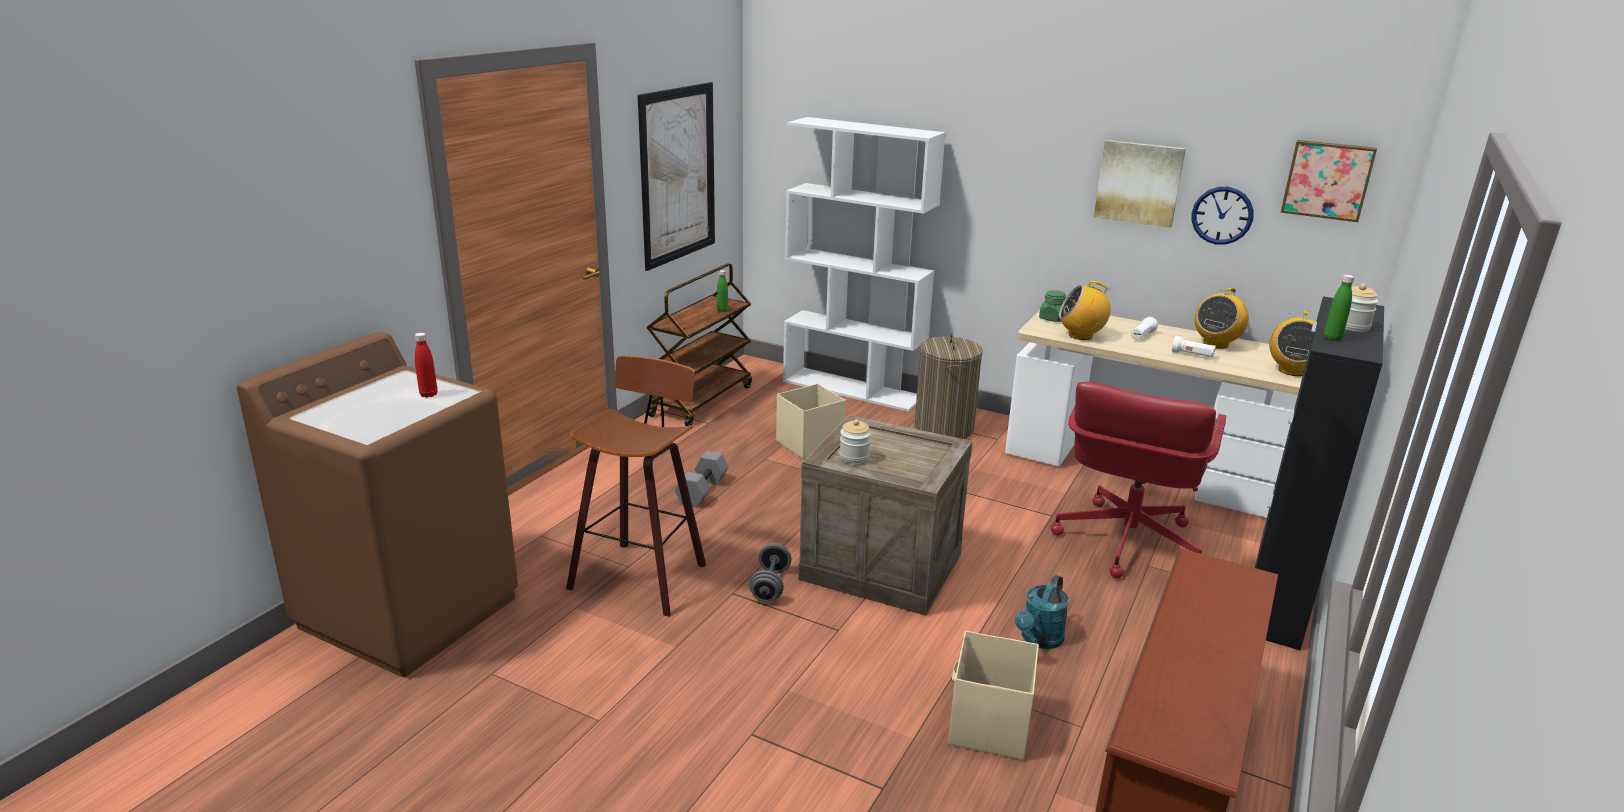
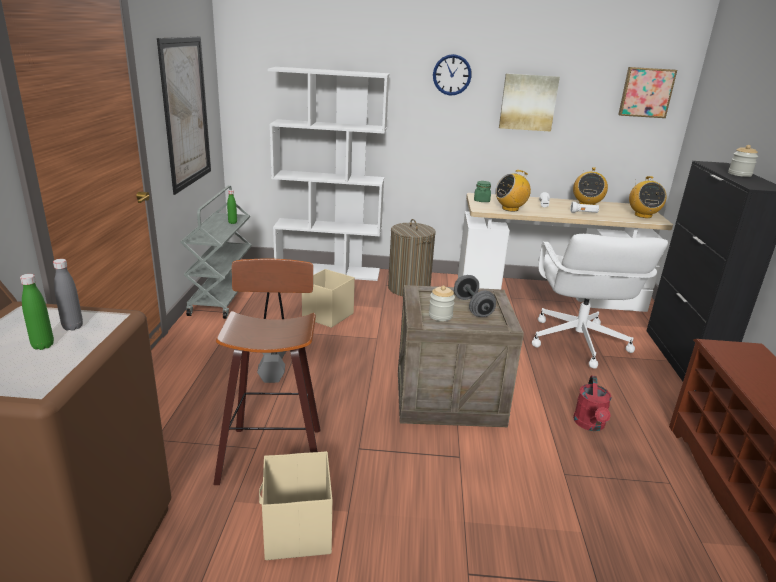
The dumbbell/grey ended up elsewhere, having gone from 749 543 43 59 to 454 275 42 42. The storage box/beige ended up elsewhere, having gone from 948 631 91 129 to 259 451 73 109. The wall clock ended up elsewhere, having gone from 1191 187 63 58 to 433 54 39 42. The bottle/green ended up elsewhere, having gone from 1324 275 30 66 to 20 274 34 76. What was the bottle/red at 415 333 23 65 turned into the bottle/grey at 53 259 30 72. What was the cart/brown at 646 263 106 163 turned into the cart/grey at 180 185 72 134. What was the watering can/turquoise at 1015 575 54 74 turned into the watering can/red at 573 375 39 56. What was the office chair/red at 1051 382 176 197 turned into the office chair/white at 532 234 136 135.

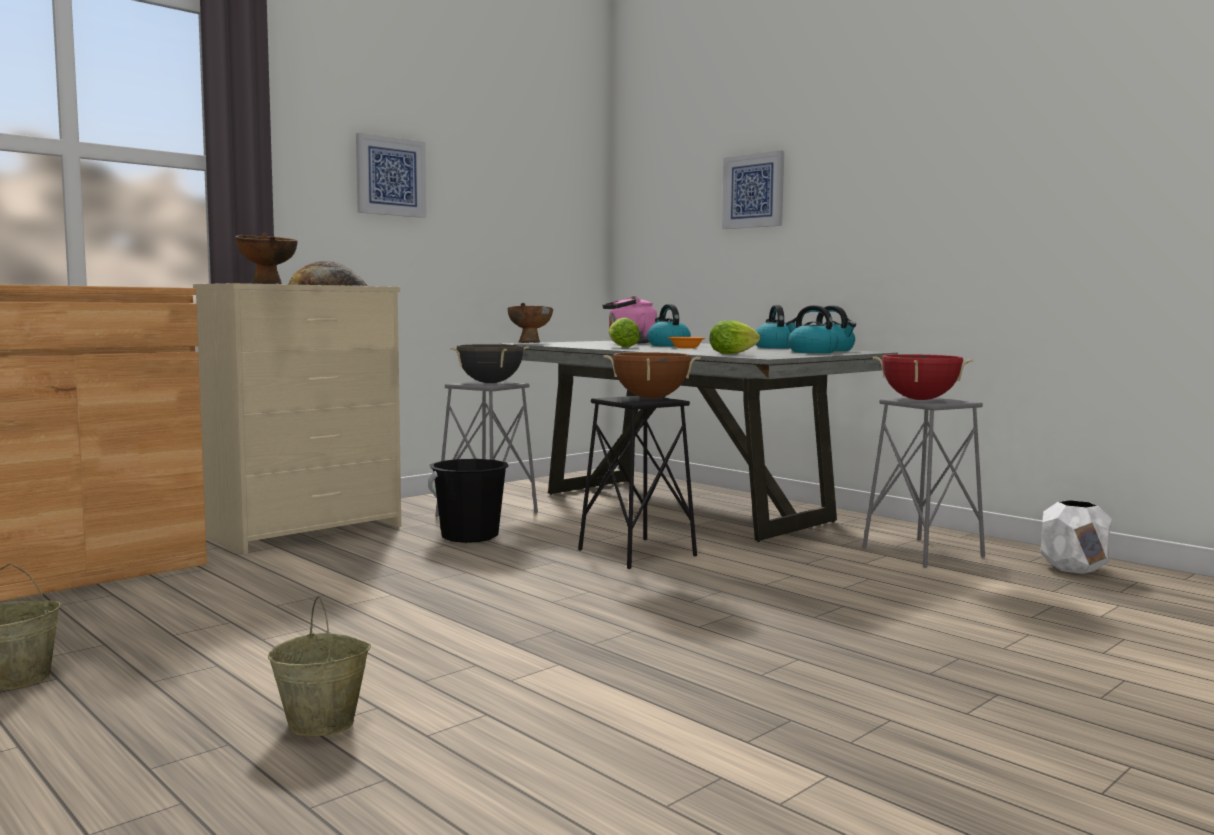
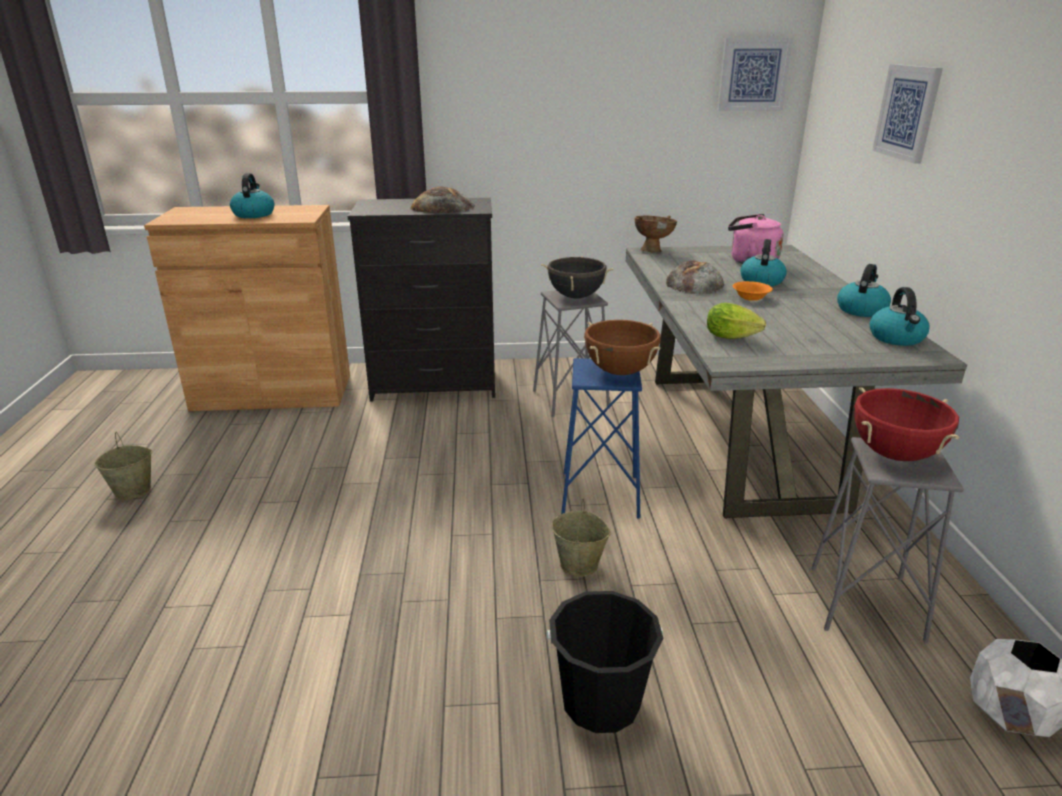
The second view lost the bowl/brown at 235 233 63 51. The bucket/beige ended up elsewhere, having gone from 268 595 103 142 to 552 498 59 79. The picture ended up elsewhere, having gone from 356 133 70 85 to 717 38 76 73. The bucket/black ended up elsewhere, having gone from 428 459 81 84 to 547 591 117 142. The kettle ended up elsewhere, having gone from 786 305 53 48 to 230 173 44 45. Where the lettuce stood at 609 318 31 30, the bread came to stand at 666 261 58 33. What was the dresser/beige at 193 283 208 271 turned into the dresser/black at 348 198 147 204. What was the stool/black at 578 396 119 173 turned into the stool/blue at 561 358 81 161.

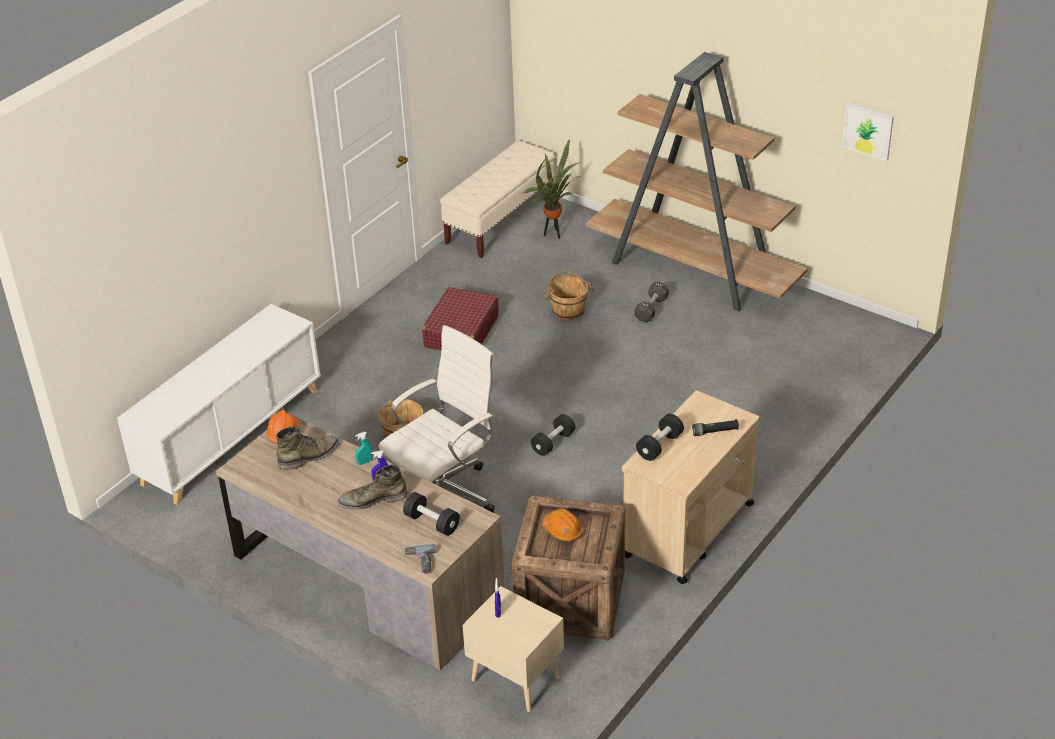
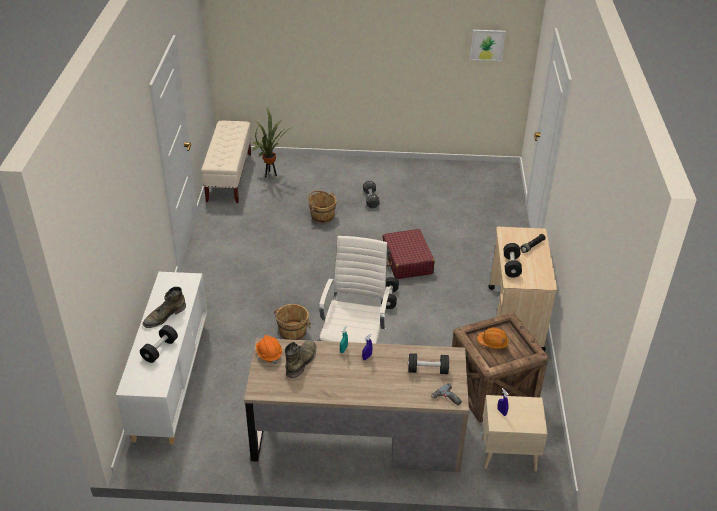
The second view lost the bookcase/brown at 586 52 222 260. The second view gained the dumbbell/black at 140 325 38 38. The boot/green ended up elsewhere, having gone from 338 465 70 45 to 143 287 43 41. The suitcase/red ended up elsewhere, having gone from 422 287 77 63 to 383 229 52 50.

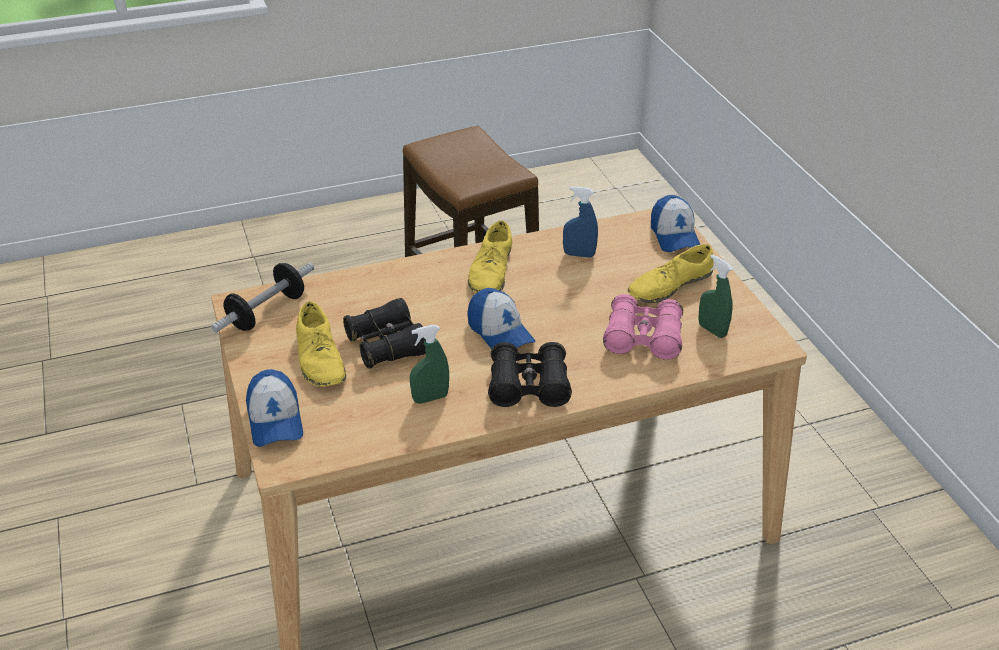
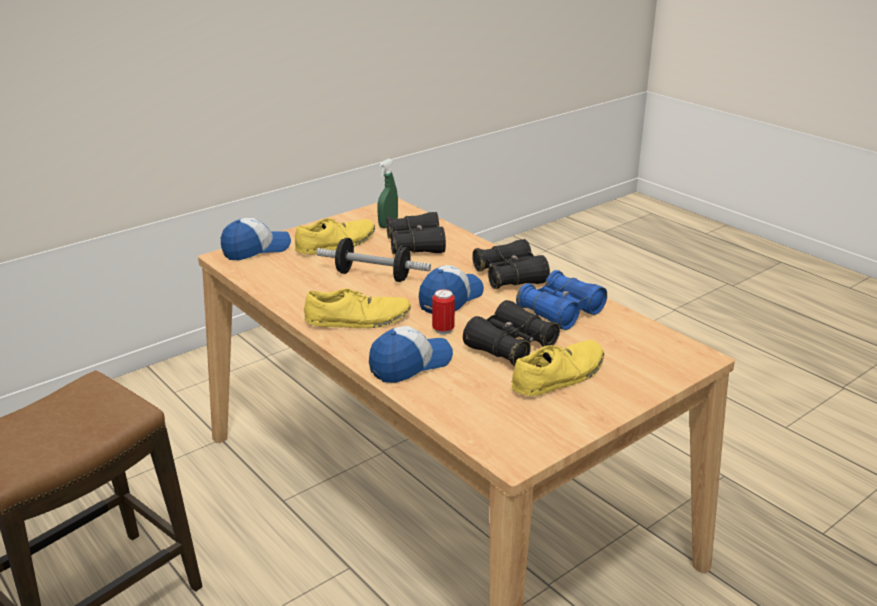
The second view lost the spray bottle/blue at 563 186 35 72. The second view gained the can at 432 289 23 45. The dumbbell ended up elsewhere, having gone from 211 263 103 70 to 317 238 114 44. The cap ended up elsewhere, having gone from 246 369 57 78 to 369 326 84 57. Where the spray bottle/green stood at 410 325 39 79, the binoculars/blue came to stand at 516 270 91 60. What was the binoculars/pink at 603 294 80 66 turned into the binoculars/black at 386 212 60 43. The shoe/yellow at 628 244 86 59 ended up facing another way, 75 degrees counterclockwise from before.

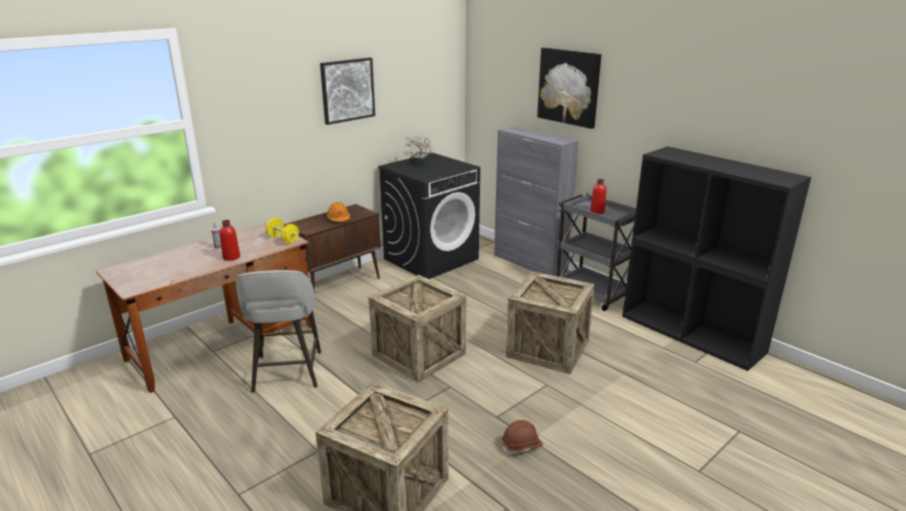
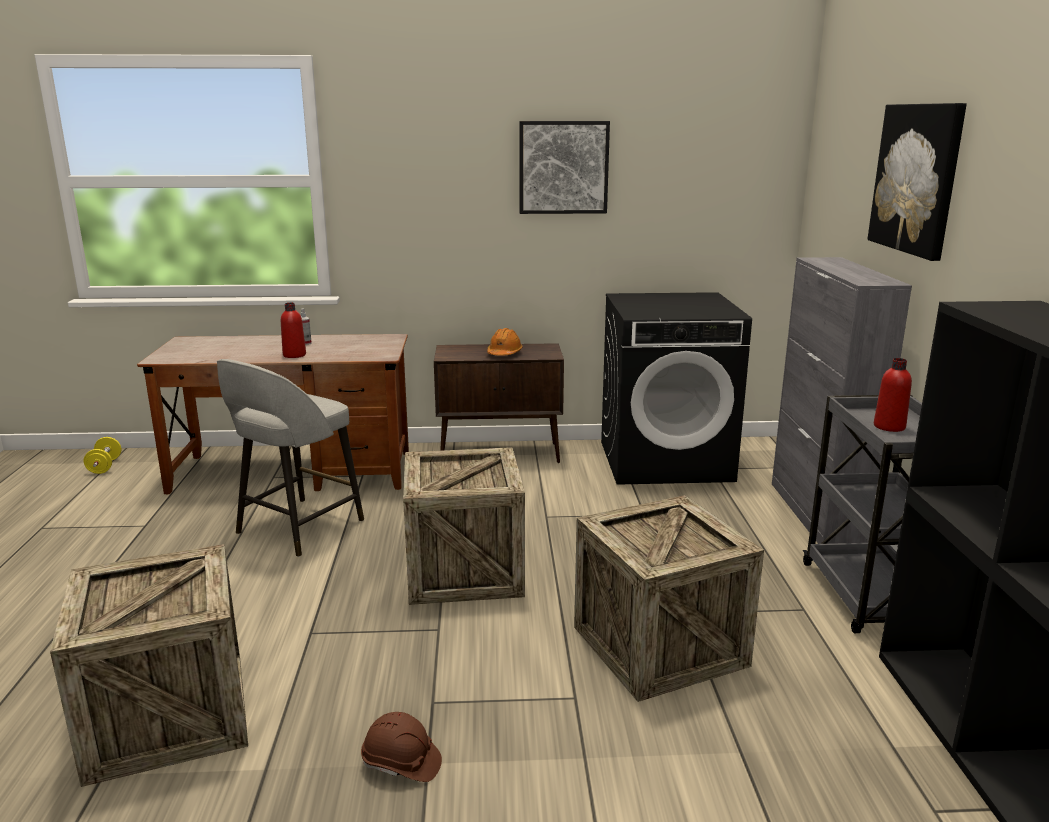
The second view lost the potted plant at 405 136 27 30. The dumbbell/yellow ended up elsewhere, having gone from 266 218 33 26 to 84 437 37 37.

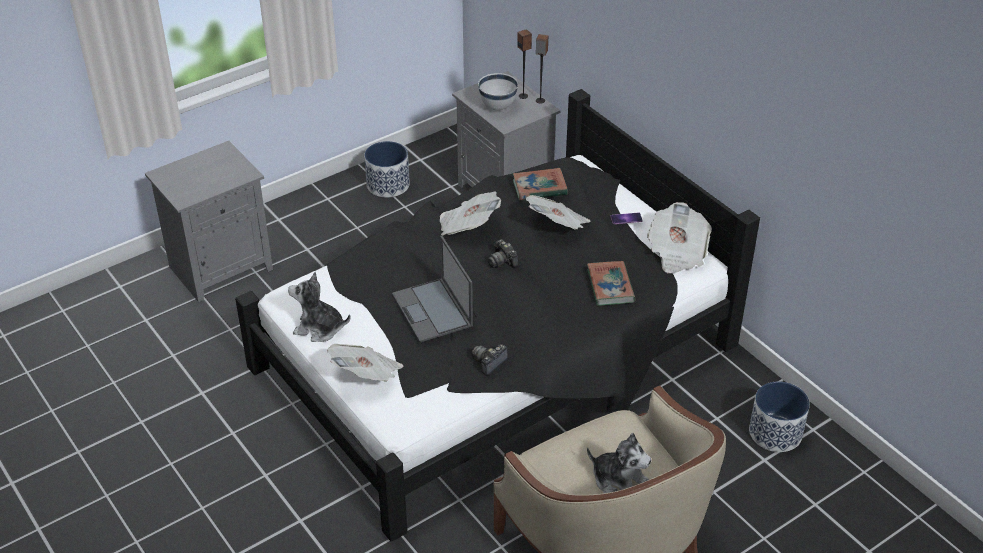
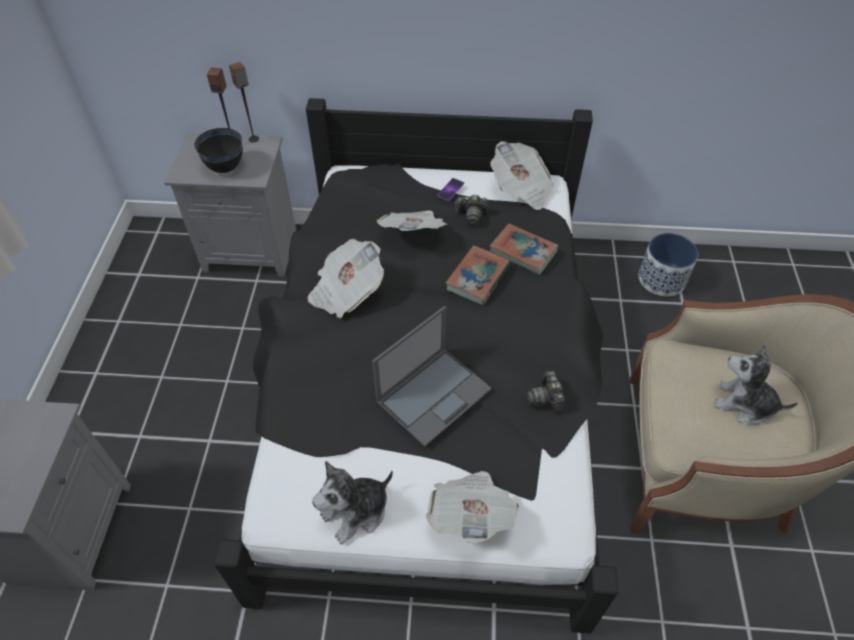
The second view lost the planter at 364 141 46 56. The photo camera ended up elsewhere, having gone from 488 239 30 29 to 455 195 33 31. The book ended up elsewhere, having gone from 513 168 55 32 to 445 245 66 60. What was the bowl/white at 478 73 40 38 turned into the bowl/black at 194 128 49 45. The laptop at 392 236 81 106 ended up facing another way, 60 degrees counterclockwise from before. The plush toy at 587 433 64 60 ended up facing another way, 135 degrees counterclockwise from before.

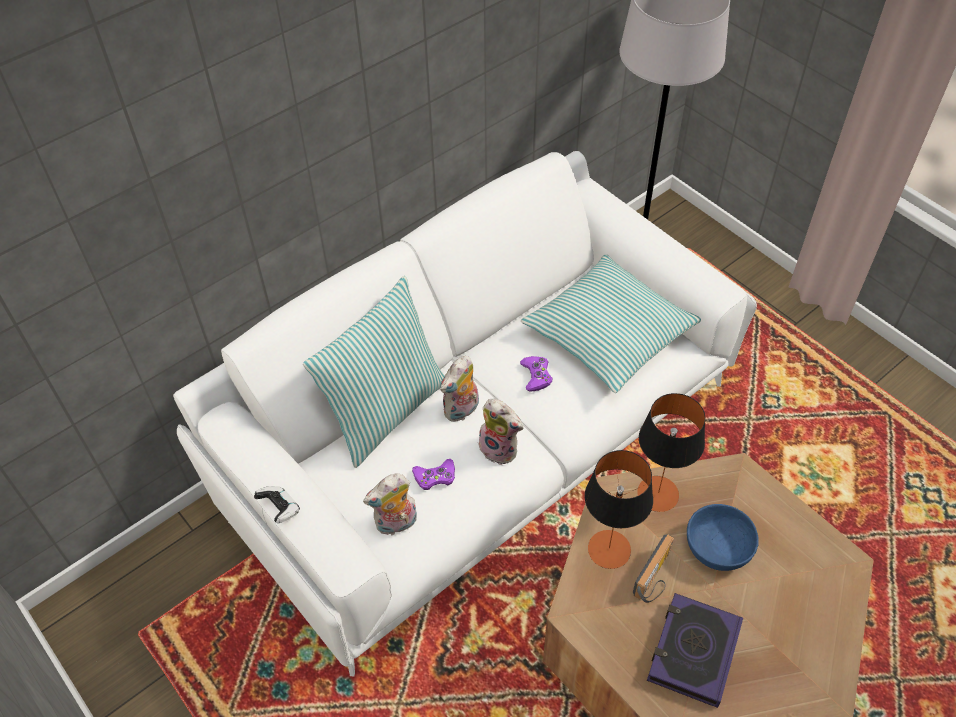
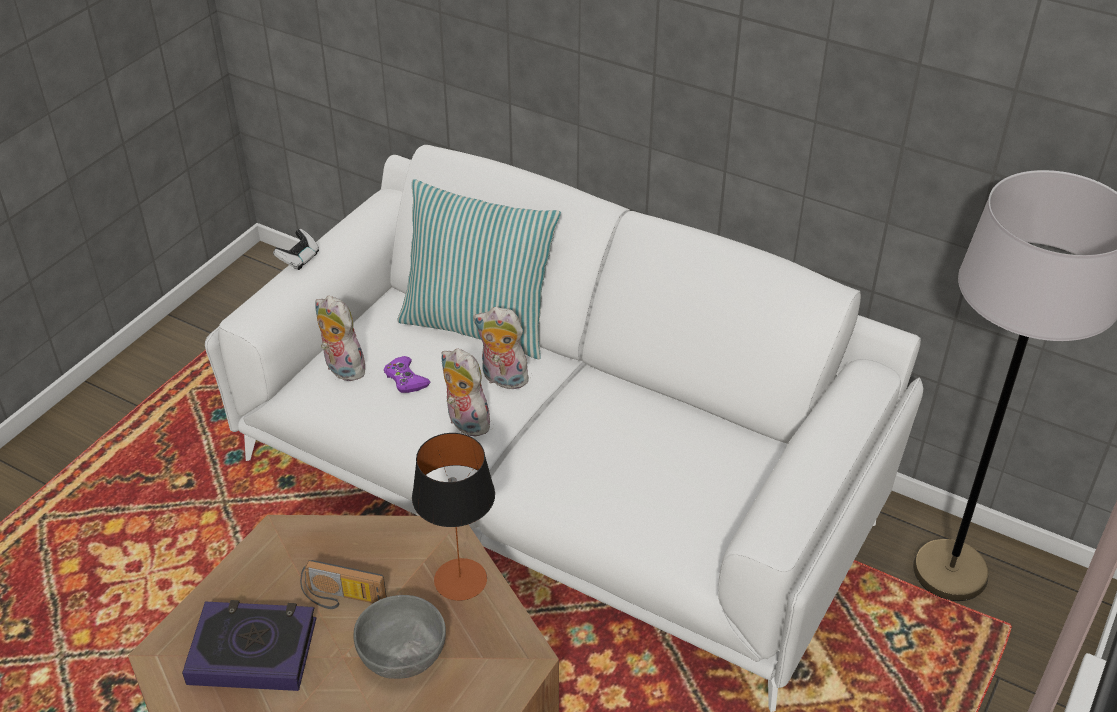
The second view lost the game controller/purple at 520 356 32 36. The second view lost the pillow at 521 254 180 139. The second view lost the table lamp at 585 450 68 119. What was the bowl/blue at 687 504 72 67 turned into the bowl/grey at 354 595 92 84. The plush toy at 479 399 44 66 ended up facing another way, 120 degrees clockwise from before.

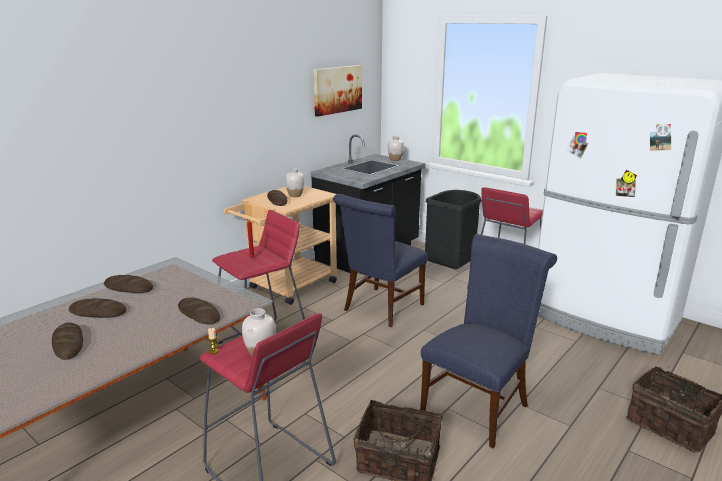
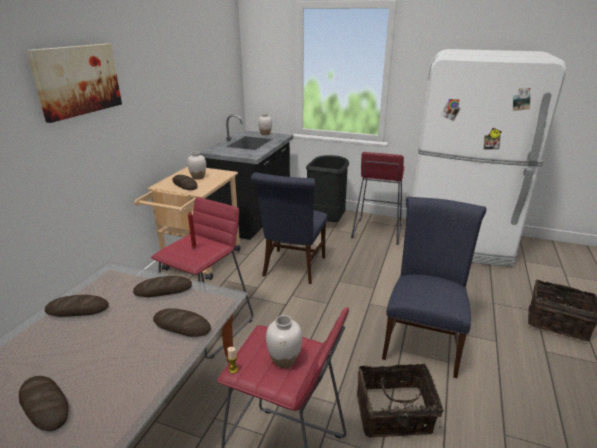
The bread ended up elsewhere, having gone from 69 298 58 20 to 133 276 59 21. The picture ended up elsewhere, having gone from 313 65 49 52 to 26 44 96 79.

